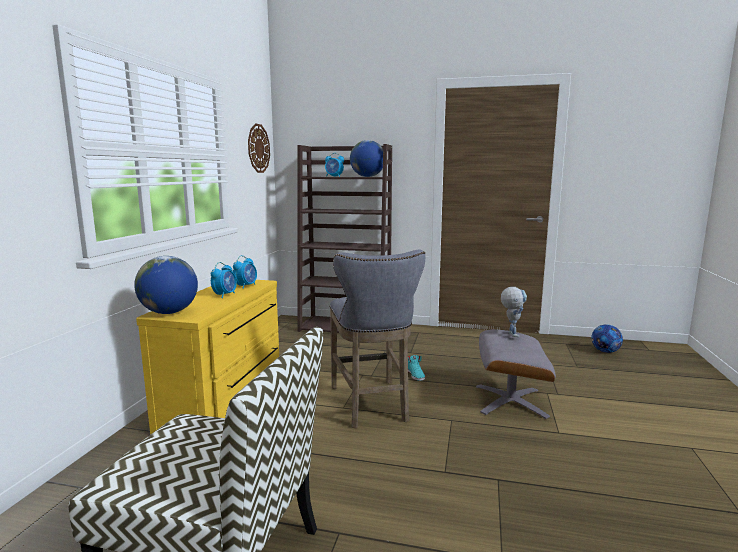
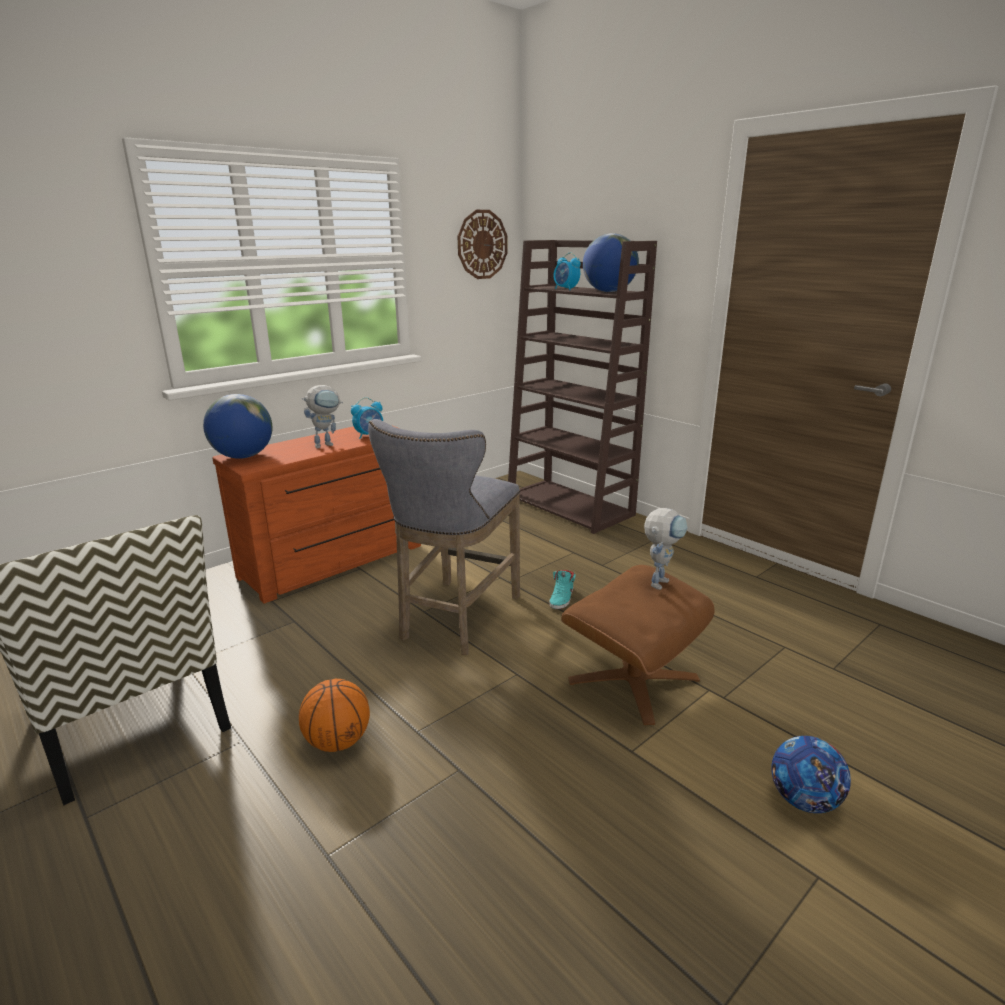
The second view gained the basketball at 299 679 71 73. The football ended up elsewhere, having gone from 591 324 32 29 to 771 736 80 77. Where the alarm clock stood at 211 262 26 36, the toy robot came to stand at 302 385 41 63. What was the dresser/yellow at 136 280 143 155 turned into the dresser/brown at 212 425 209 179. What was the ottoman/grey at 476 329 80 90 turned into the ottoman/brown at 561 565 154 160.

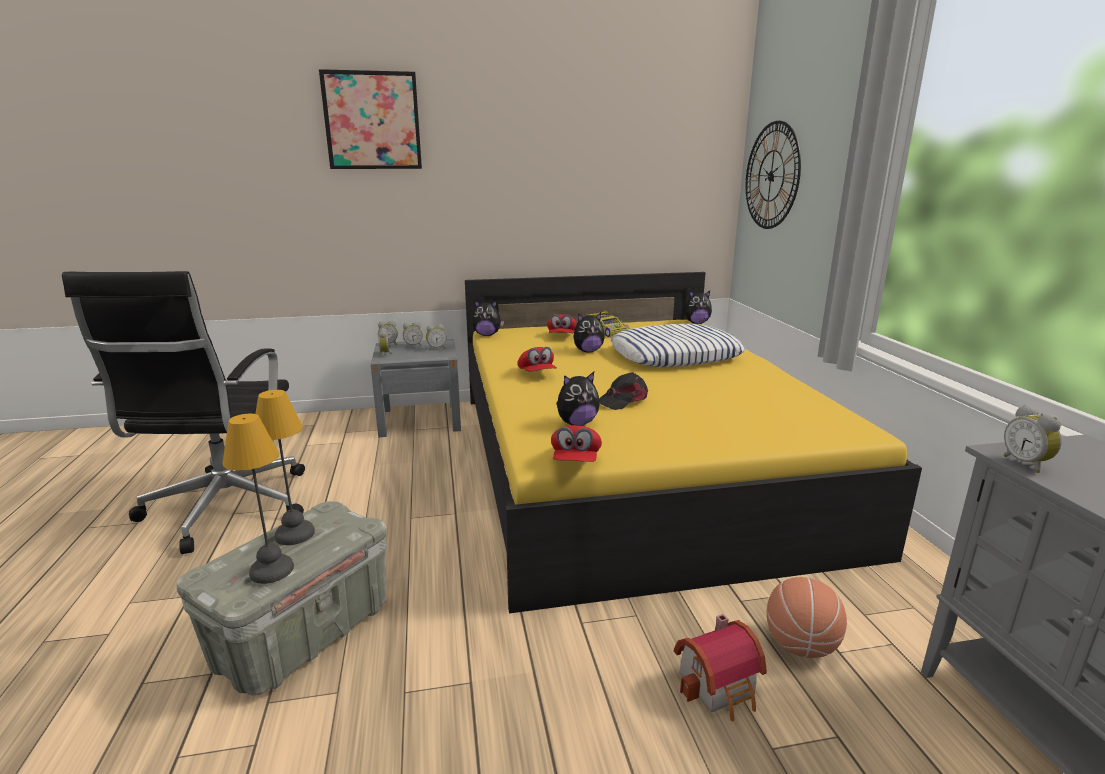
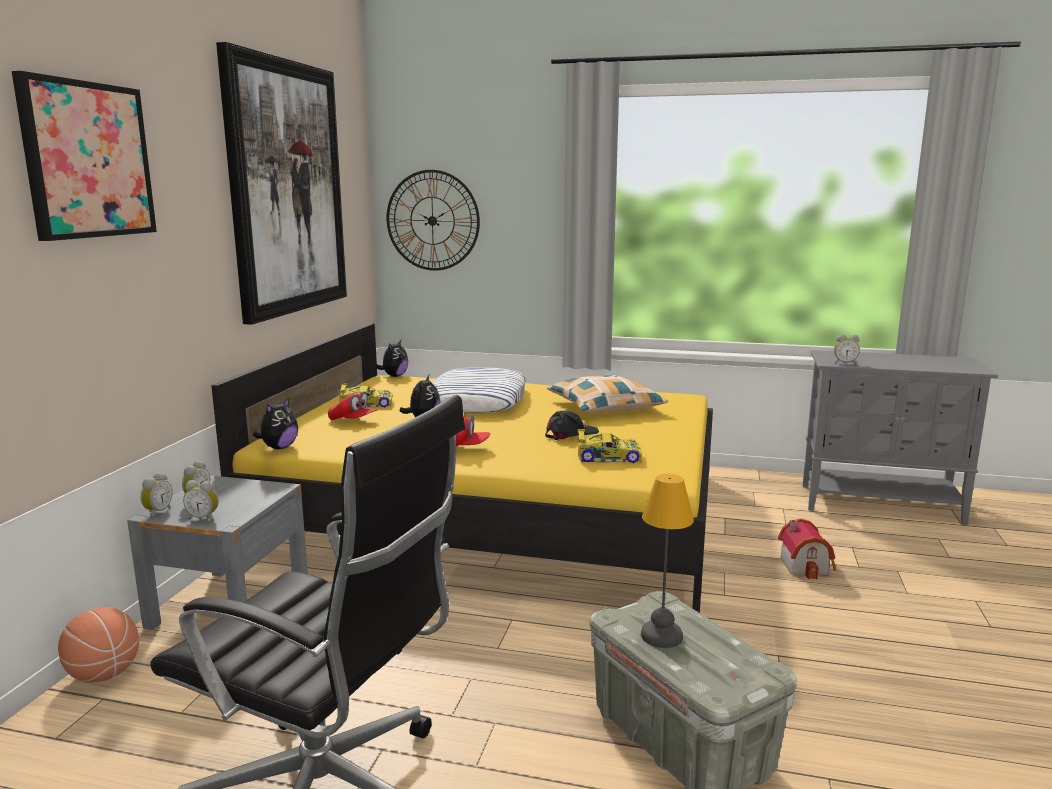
The second view lost the table lamp at 222 414 72 170. The second view lost the alarm clock at 426 324 20 26. The second view lost the cap/red at 551 425 51 37. The second view gained the picture at 216 42 131 283. The second view gained the pillow at 547 375 121 38. The basketball ended up elsewhere, having gone from 767 577 80 81 to 58 607 81 76. Where the plush toy stood at 556 372 44 54, the toy car came to stand at 577 429 65 34. The cap/black at 599 372 49 38 ended up facing another way, 105 degrees counterclockwise from before.

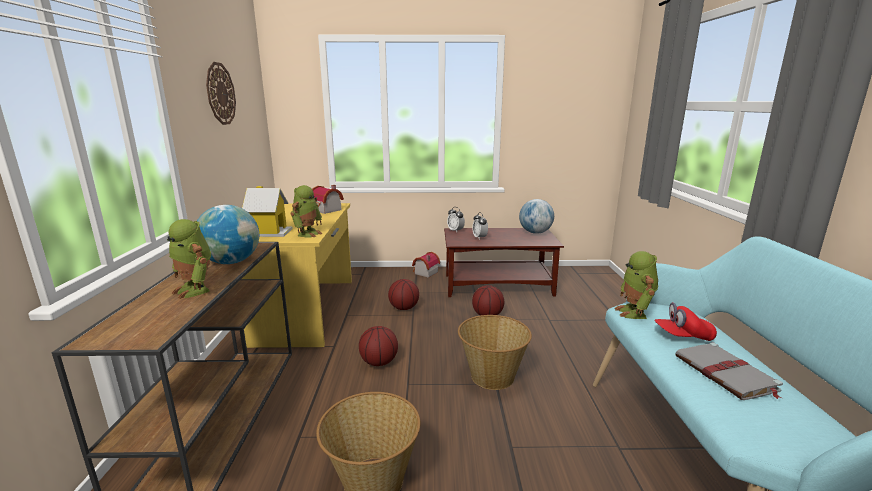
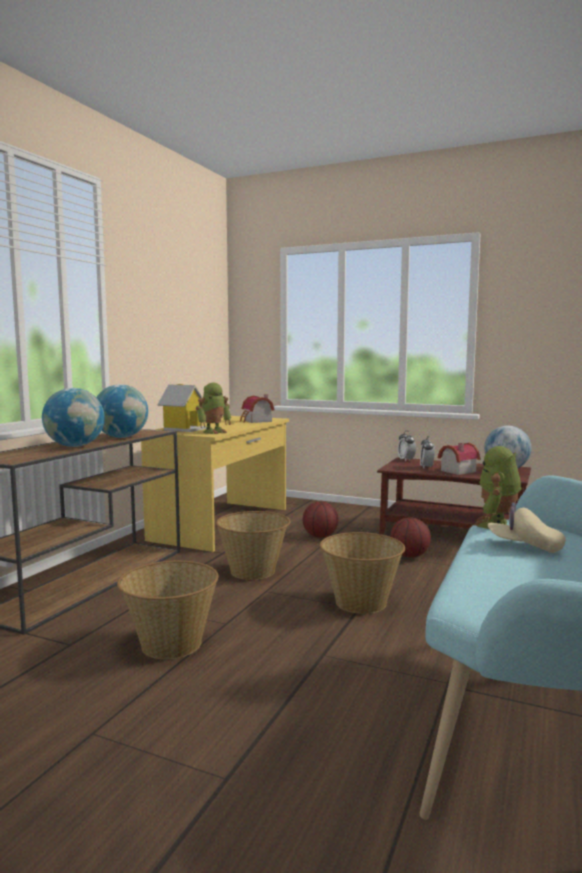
The second view lost the wall clock at 206 62 30 63. The second view lost the book/grey at 675 343 108 57. The toy house ended up elsewhere, having gone from 412 252 28 26 to 438 443 42 32. Where the toy robot stood at 167 219 44 80, the globe came to stand at 42 388 63 59. Where the basketball stood at 359 326 39 40, the basket came to stand at 216 511 75 69. What was the cap/red at 654 302 63 39 turned into the cap/beige at 488 502 77 51.

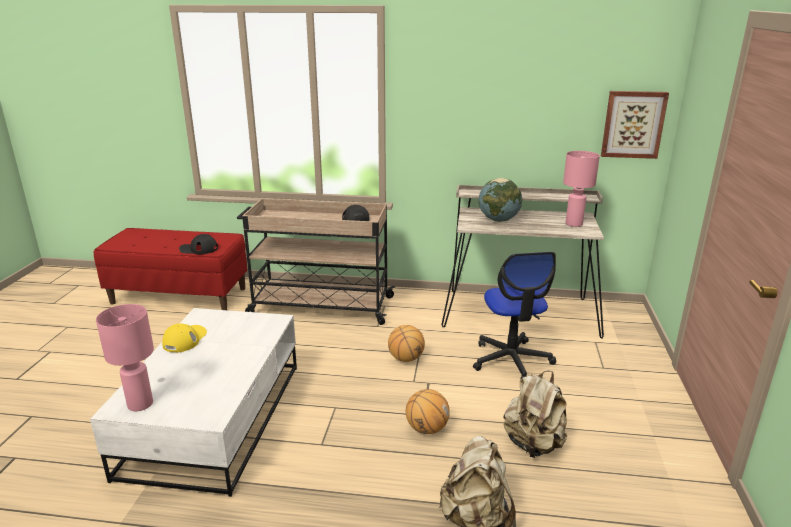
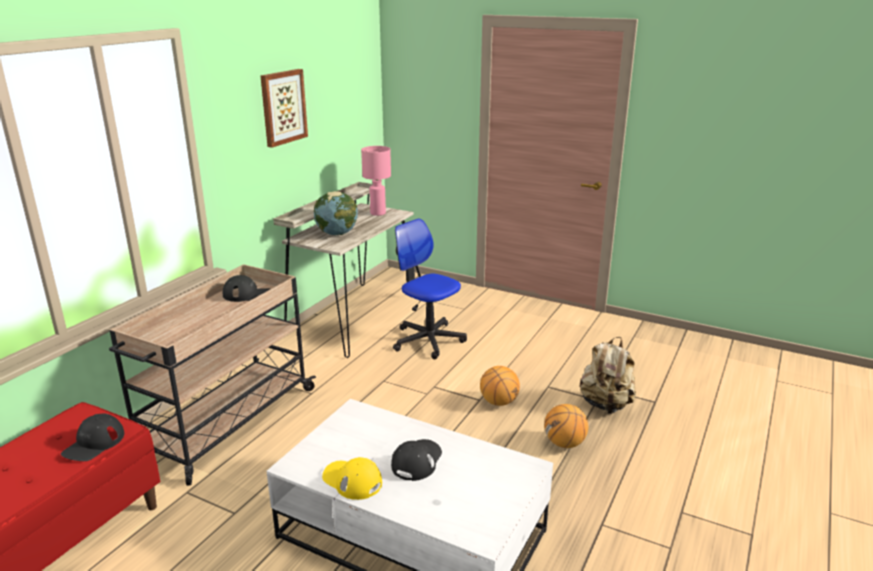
The second view lost the table lamp/pink at 96 304 58 107. The second view lost the backpack/beige at 503 371 64 87. The second view gained the cap/black at 391 439 51 42. The basketball ended up elsewhere, having gone from 388 325 37 37 to 544 404 45 44. The picture ended up elsewhere, having gone from 601 91 68 68 to 260 69 48 79. The office chair at 473 252 83 126 ended up facing another way, 150 degrees counterclockwise from before.

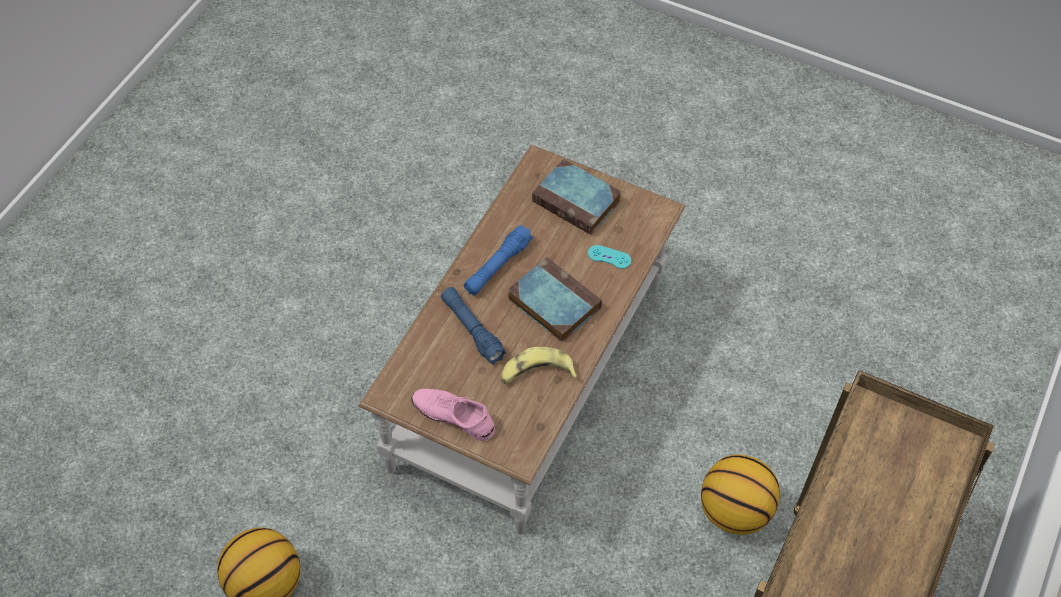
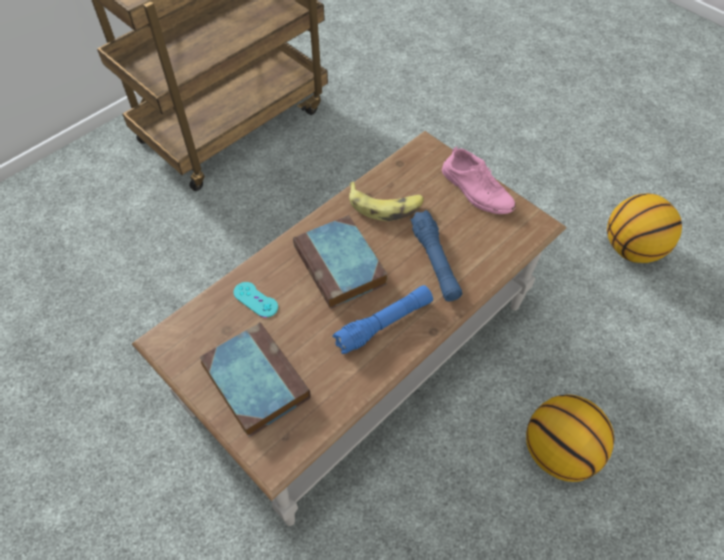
The basketball ended up elsewhere, having gone from 701 454 79 81 to 526 394 88 88.

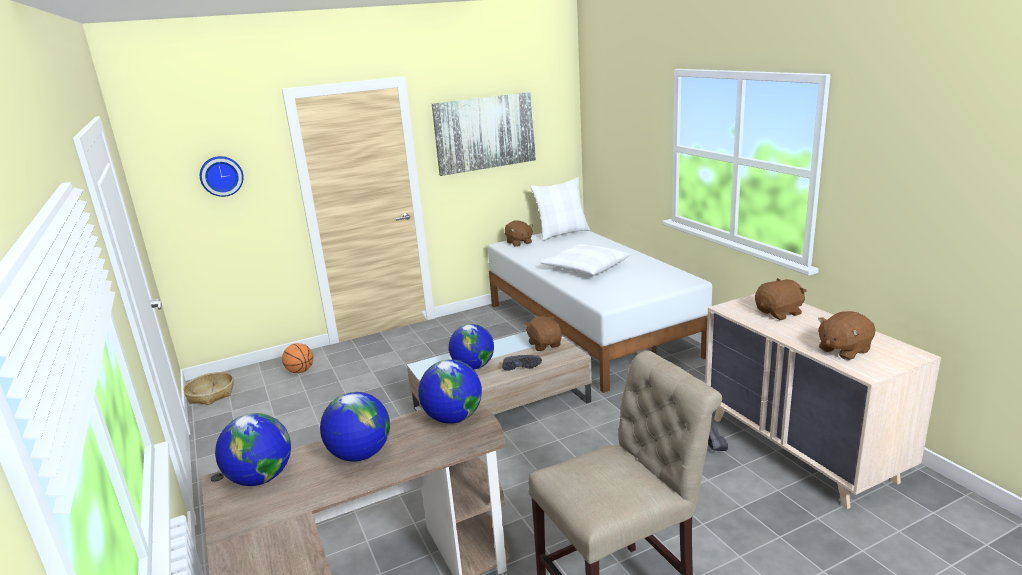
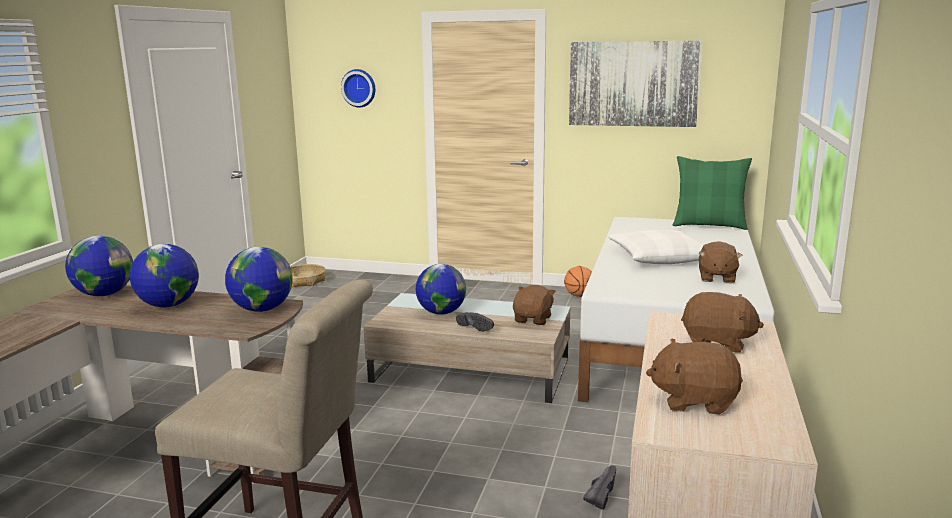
The basketball ended up elsewhere, having gone from 282 343 31 30 to 564 266 28 31. The plush toy/brown ended up elsewhere, having gone from 505 220 28 27 to 699 241 44 42. What was the pillow/white at 530 177 60 64 turned into the pillow/green at 673 156 79 74.

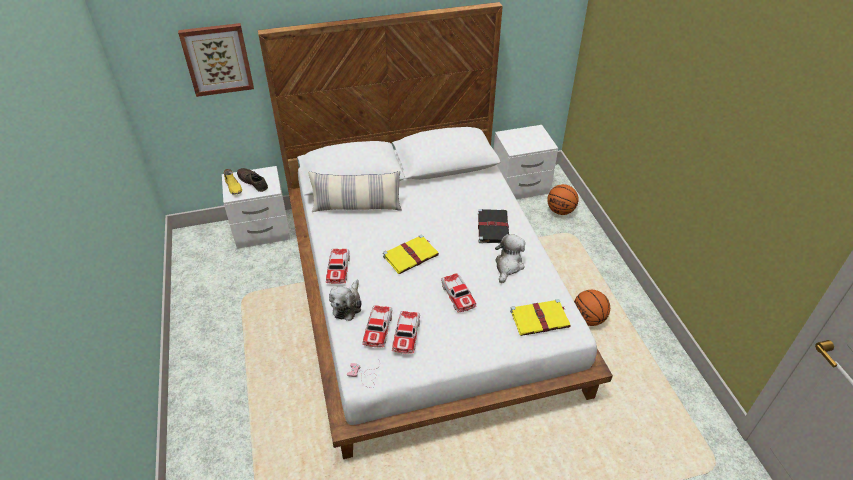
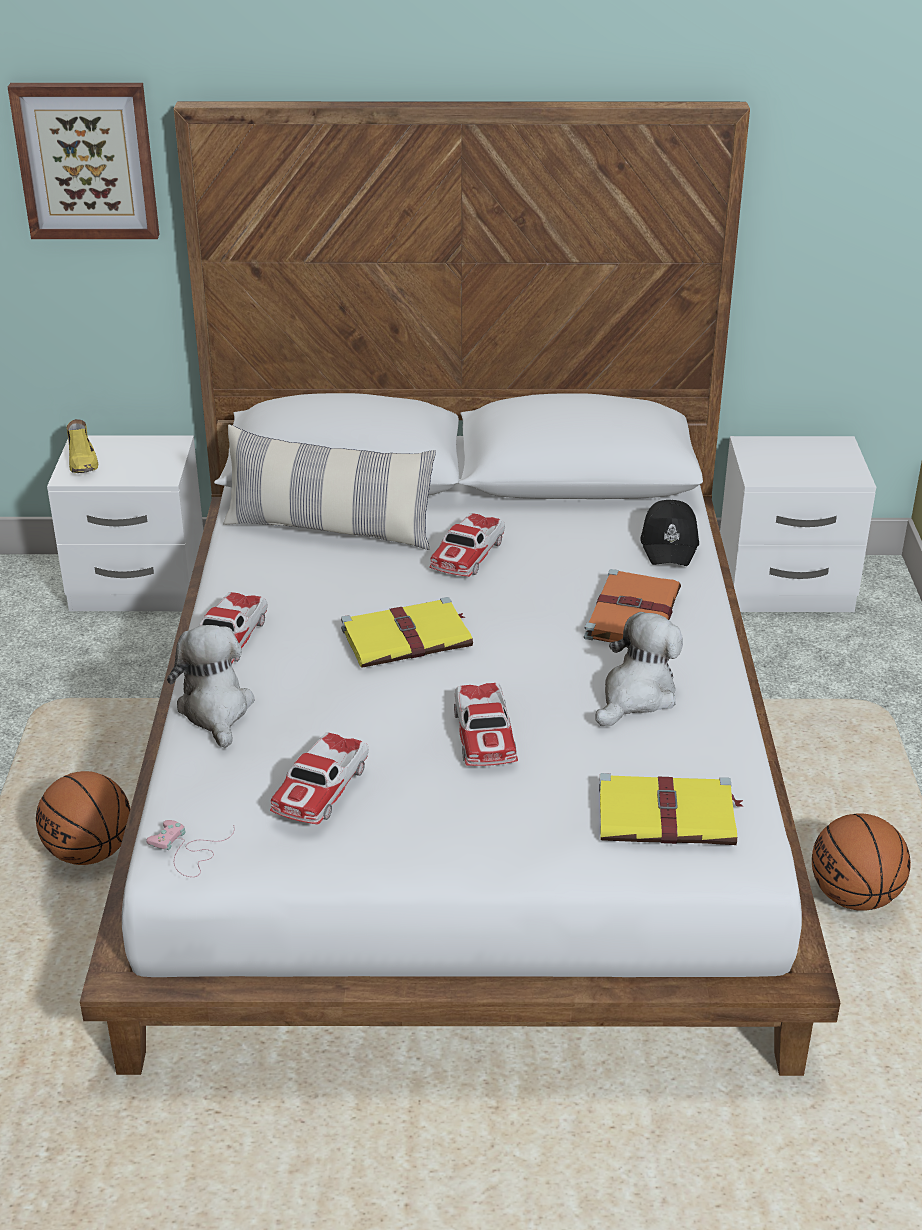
The second view lost the shoe/brown at 237 168 31 24. The second view gained the cap/black at 641 500 58 66. The toy car ended up elsewhere, having gone from 362 305 30 42 to 429 513 76 64. The basketball ended up elsewhere, having gone from 547 184 32 31 to 36 771 94 94. What was the book/black at 478 209 31 34 turned into the book/orange at 584 569 97 73. The plush toy at 329 280 33 41 ended up facing another way, 135 degrees clockwise from before.

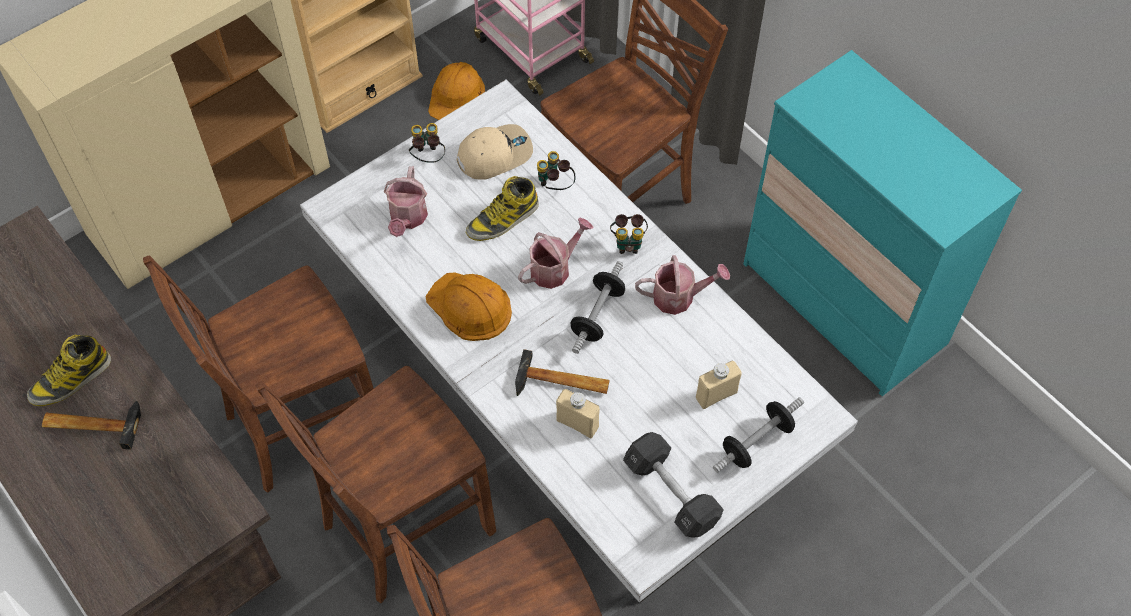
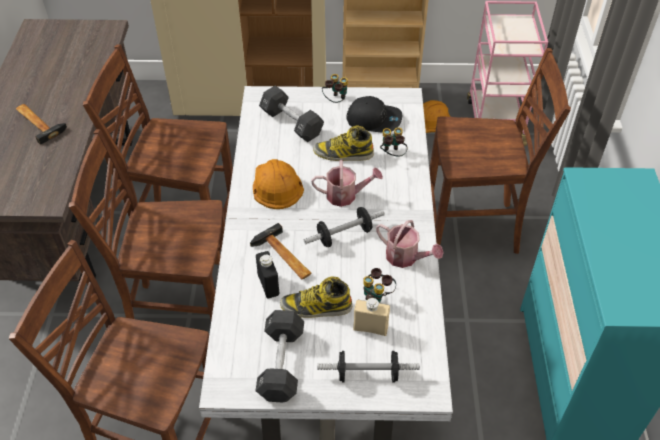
The boot ended up elsewhere, having gone from 27 334 84 72 to 280 276 72 42. The binoculars ended up elsewhere, having gone from 610 214 38 40 to 363 268 33 35. Where the watering can stood at 384 166 44 71, the dumbbell/black came to stand at 259 86 65 56. What was the cap/beige at 457 124 76 56 turned into the cap/black at 347 96 55 37. What was the bottle/beige at 556 389 44 49 turned into the bottle/black at 256 251 23 47.

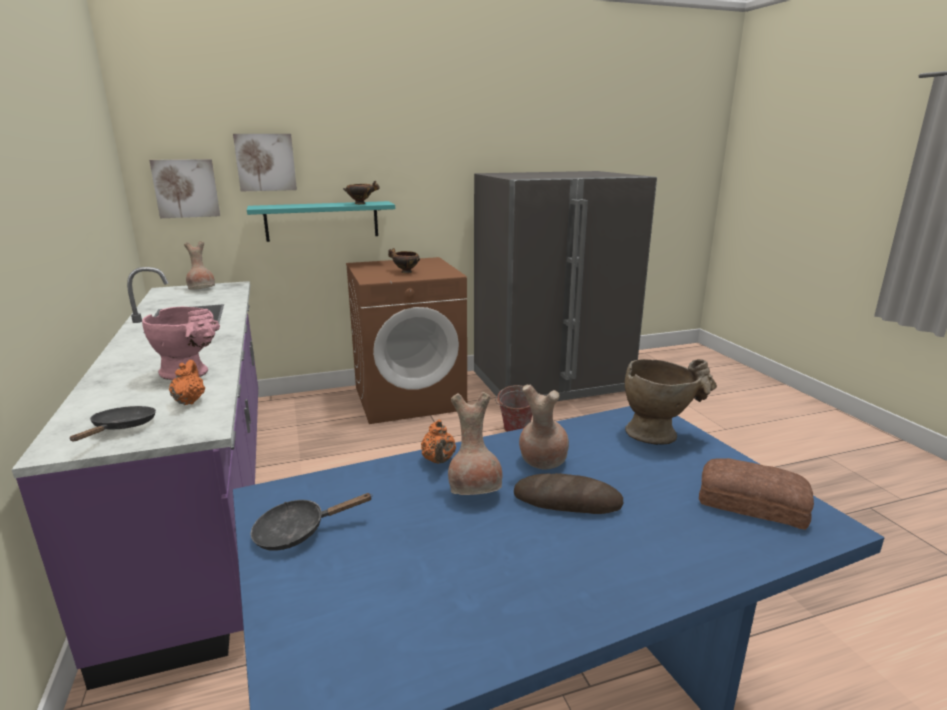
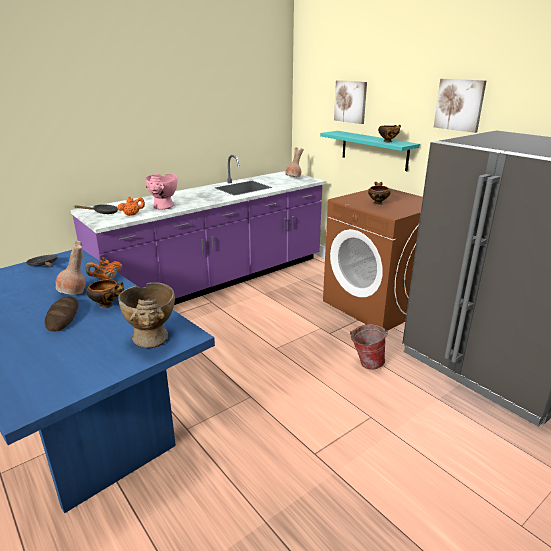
The second view lost the bread at 699 458 115 72. The picture ended up elsewhere, having gone from 149 159 71 59 to 434 79 53 54. Where the vase/brown stood at 519 385 50 85, the bowl came to stand at 86 280 38 28.

